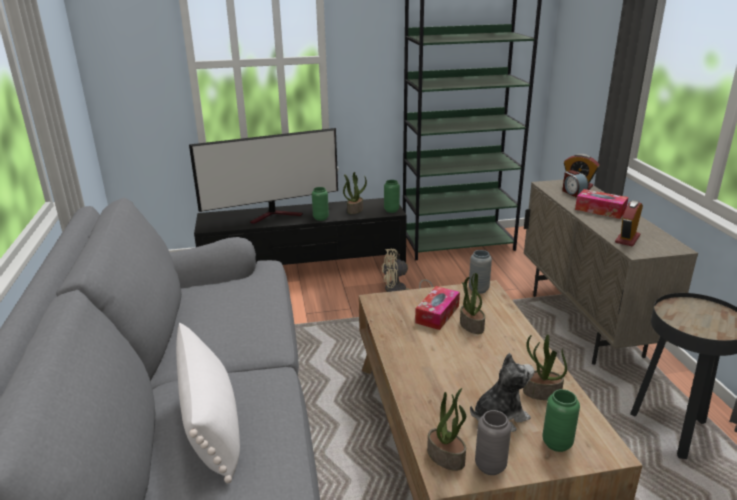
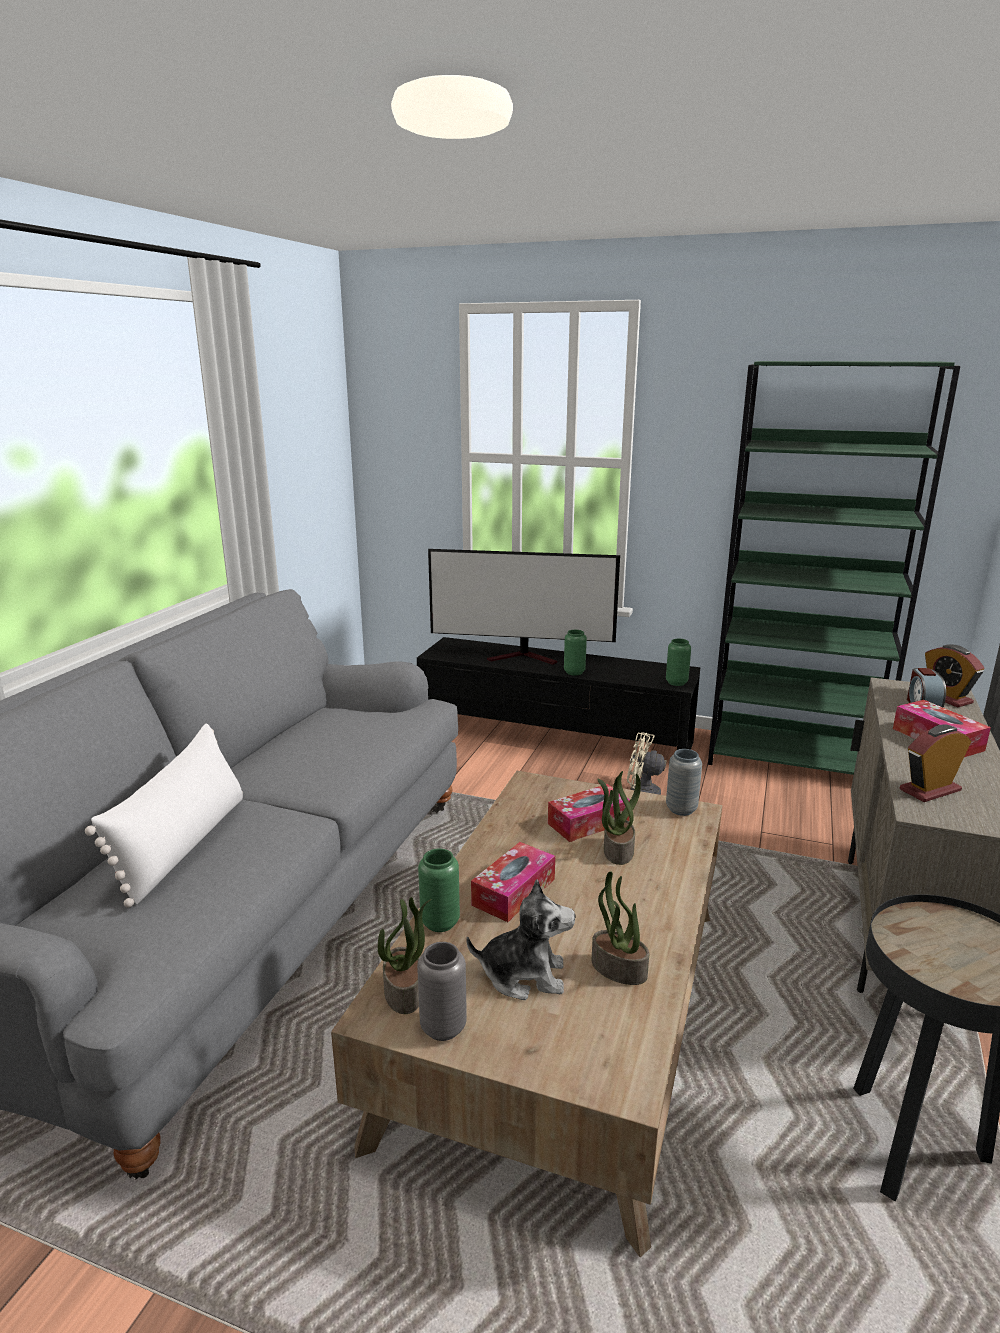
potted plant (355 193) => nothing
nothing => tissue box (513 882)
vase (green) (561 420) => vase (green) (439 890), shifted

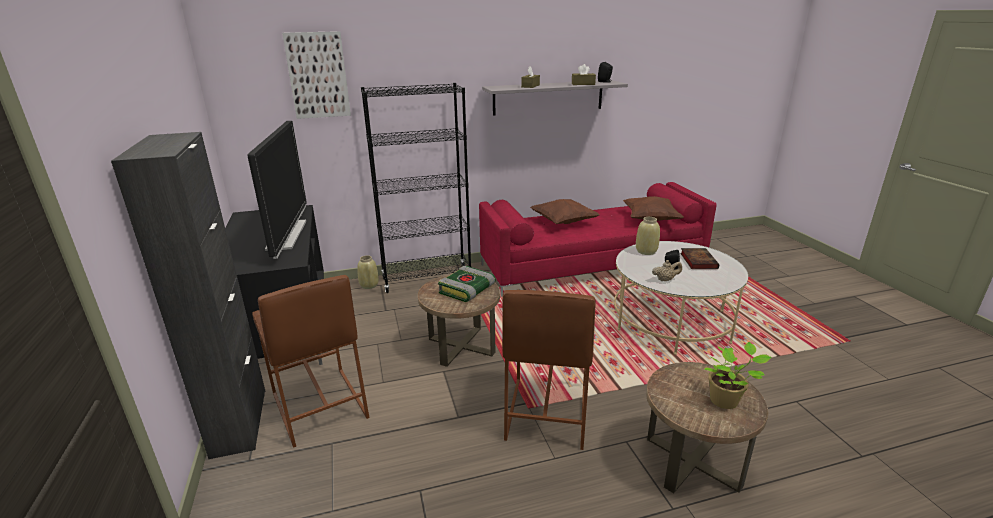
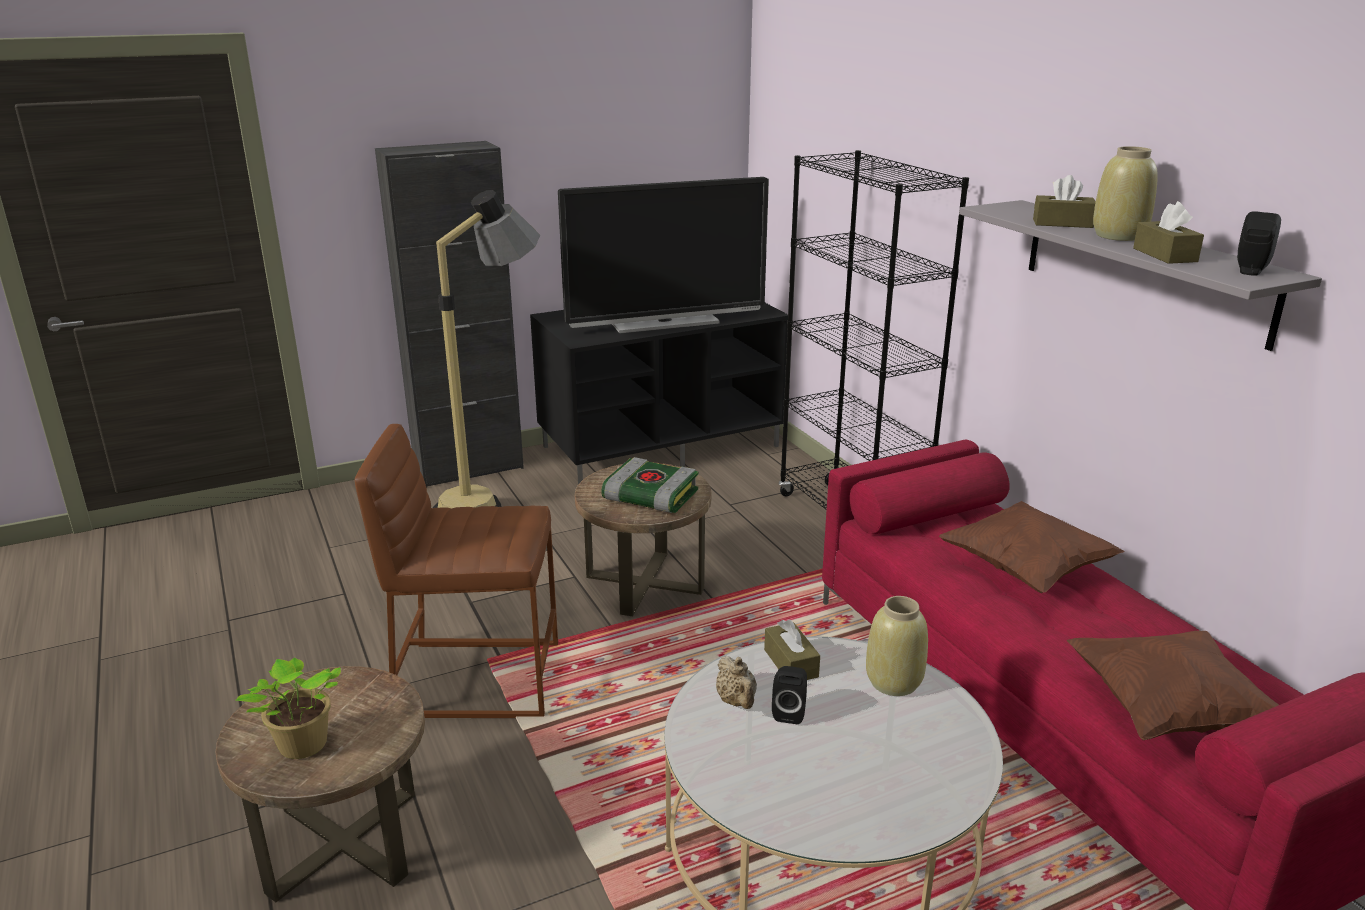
picture (316 75) => nothing
book (699 258) => nothing
nothing => tissue box (brown) (792 649)
vase (beige) (368 272) => vase (beige) (1125 193), shifted
stool (brown) (310 361) => floor lamp (486 349)

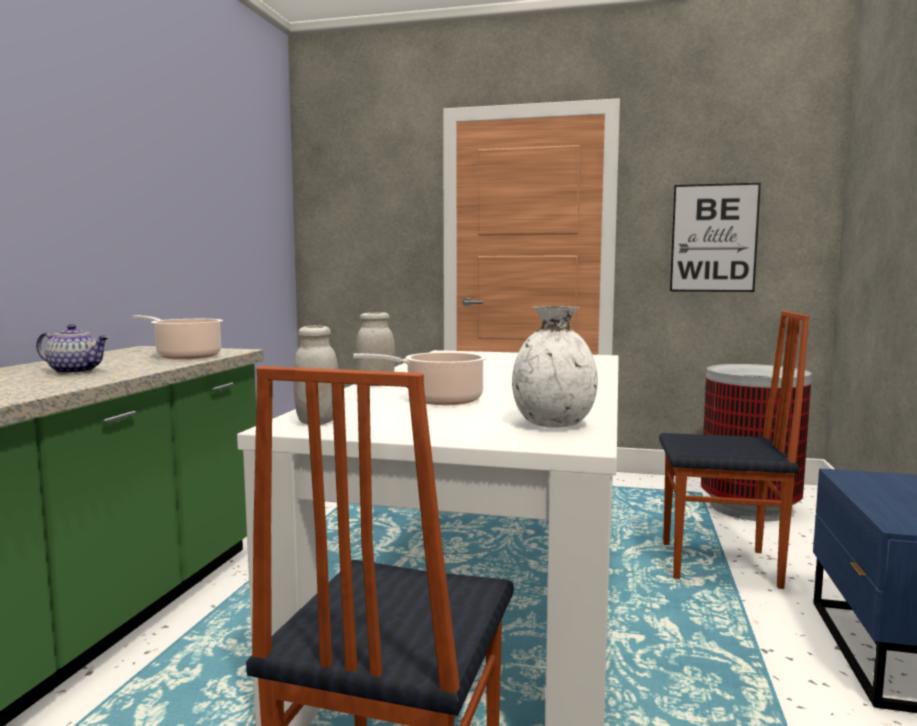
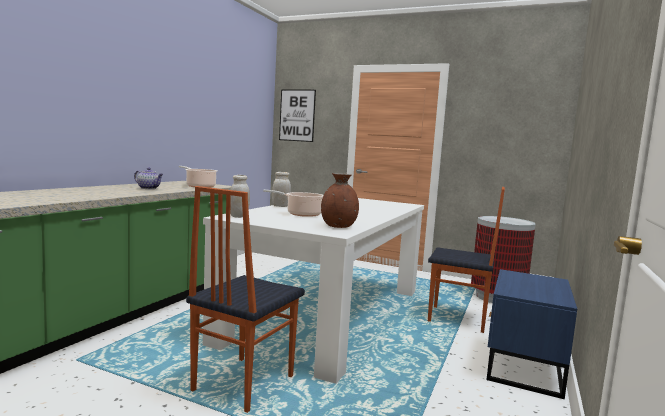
picture (715 237) => picture (297 115), shifted
vase (white) (555 367) => vase (brown) (340 200)

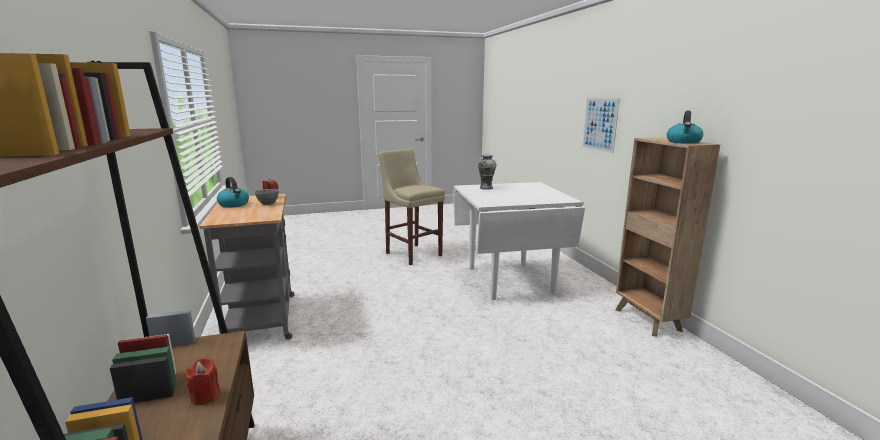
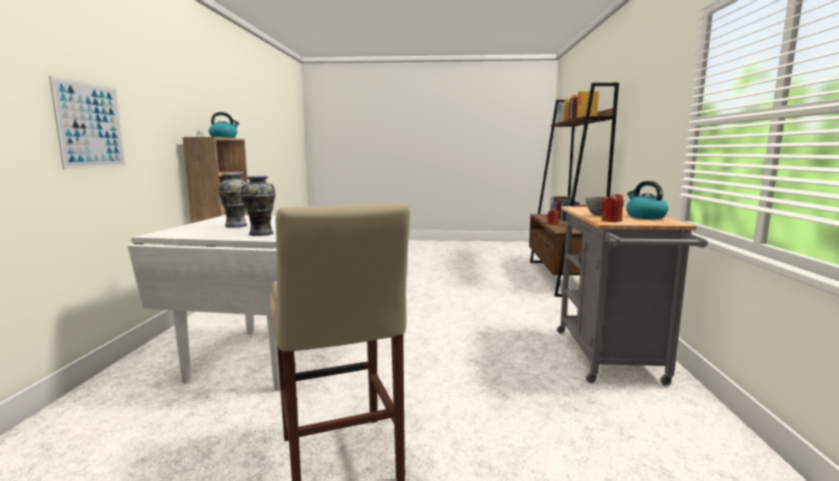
nothing => vase (232 200)

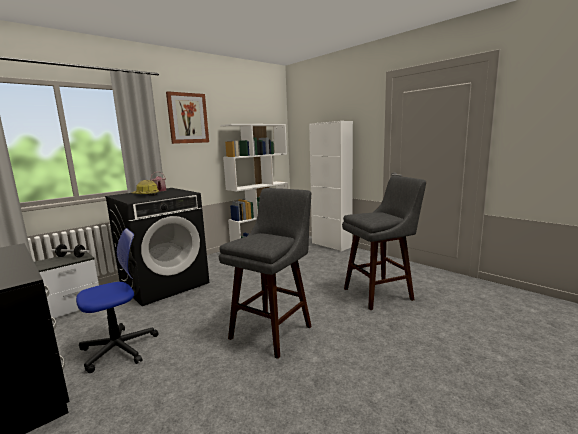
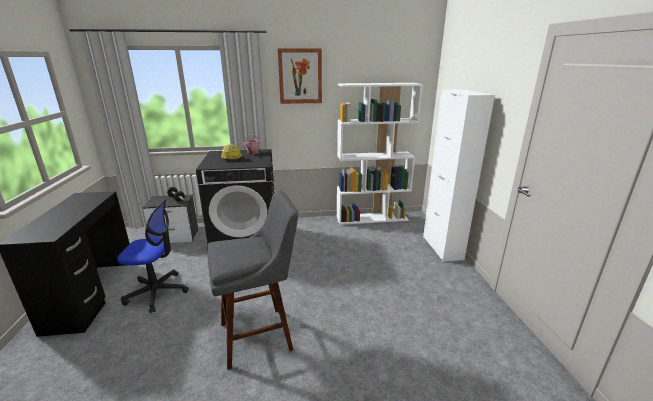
stool (grey) (384 243) => nothing

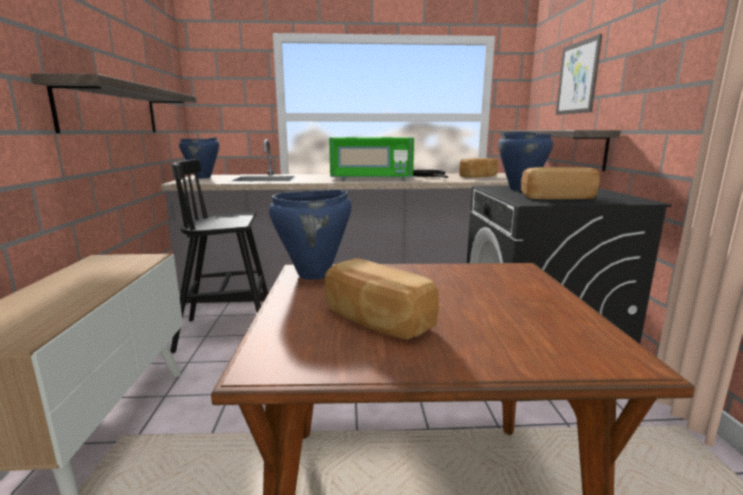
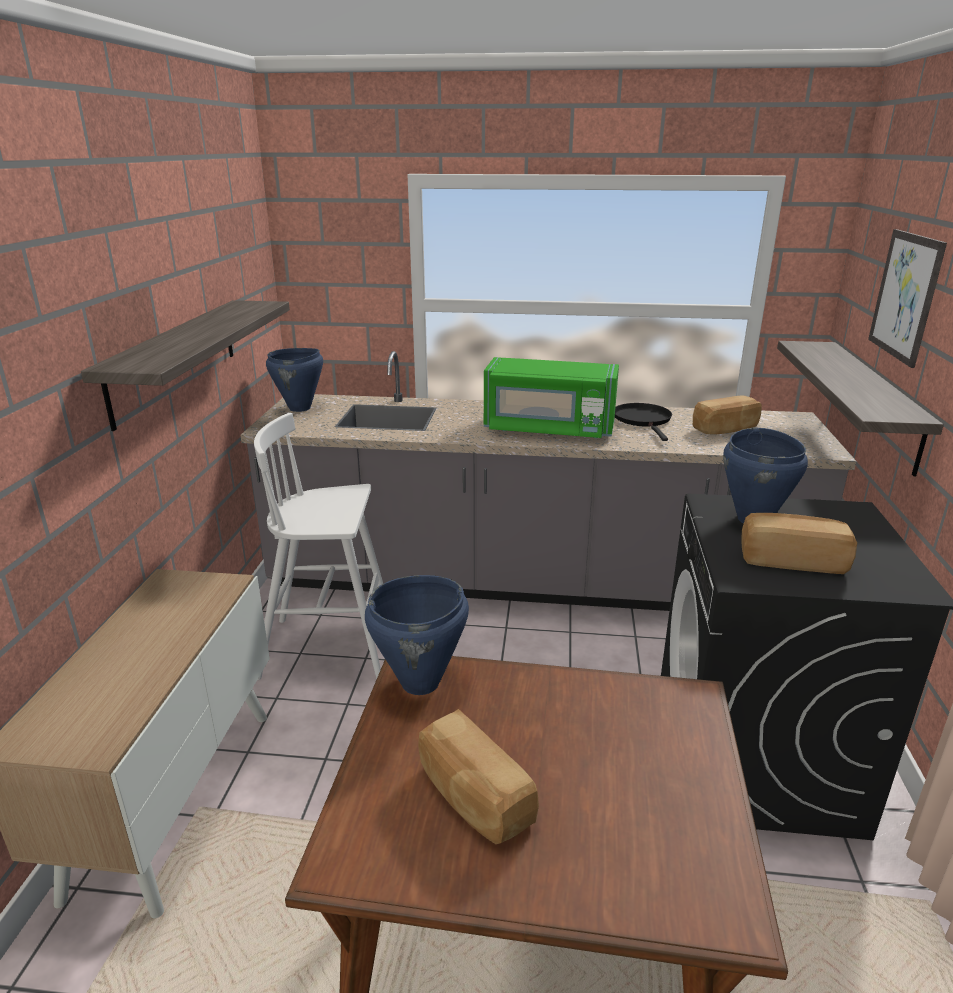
stool (black) (219 256) => stool (white) (318 546)

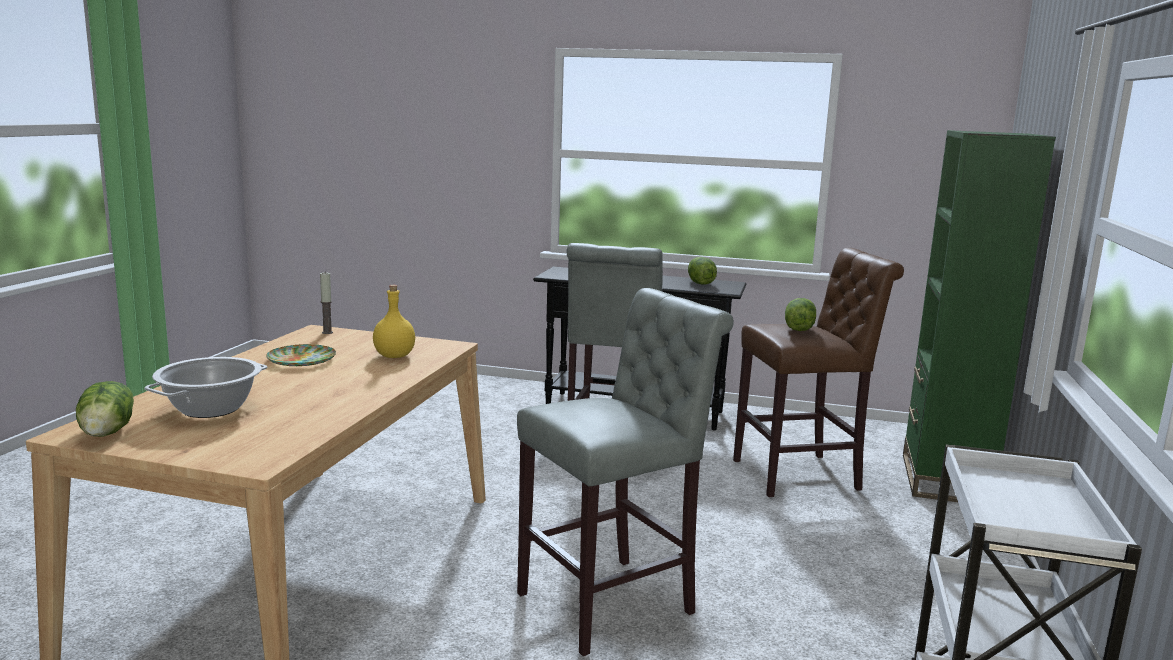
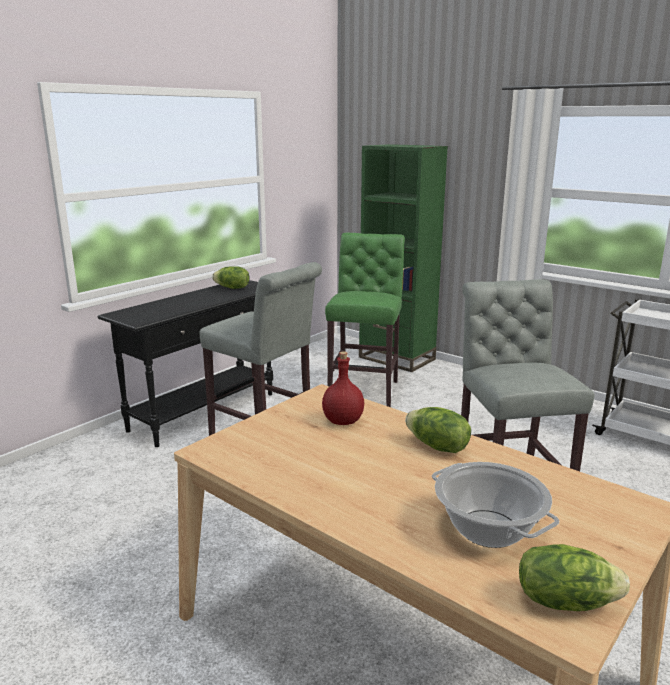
plate (301 355) => nothing
candle (326 303) => nothing
lettuce (800 314) => lettuce (438 430), shifted
bottle (yellow) (394 321) => bottle (red) (343 388)
stool (brown) (818 373) => stool (green) (365 320)

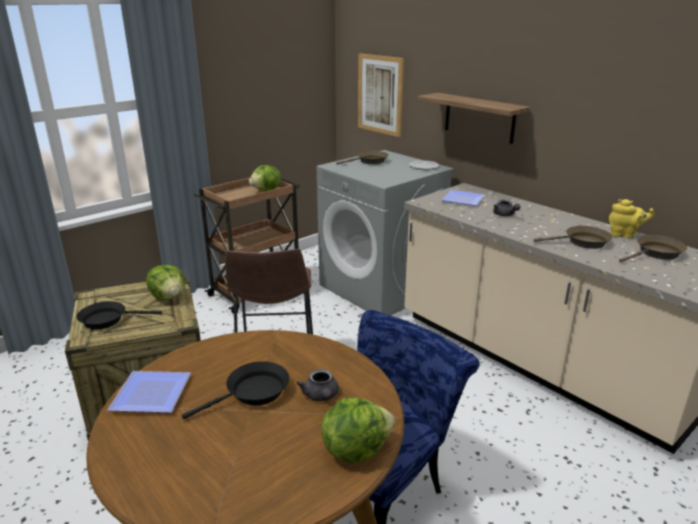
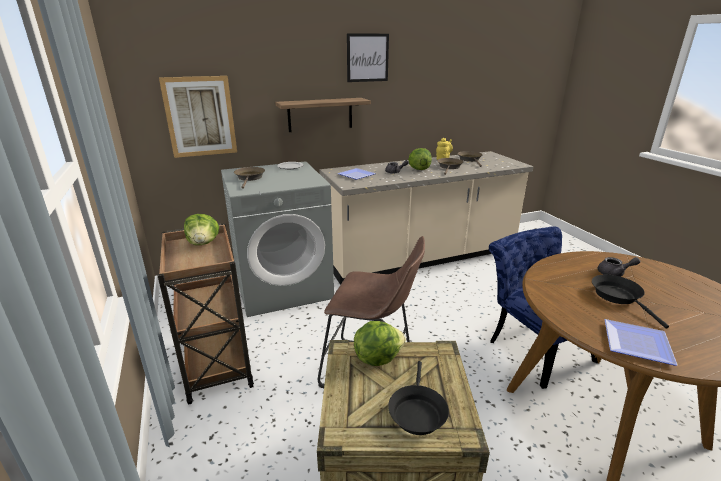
nothing => picture (368 57)
lettuce (358 430) => lettuce (420 159), shifted

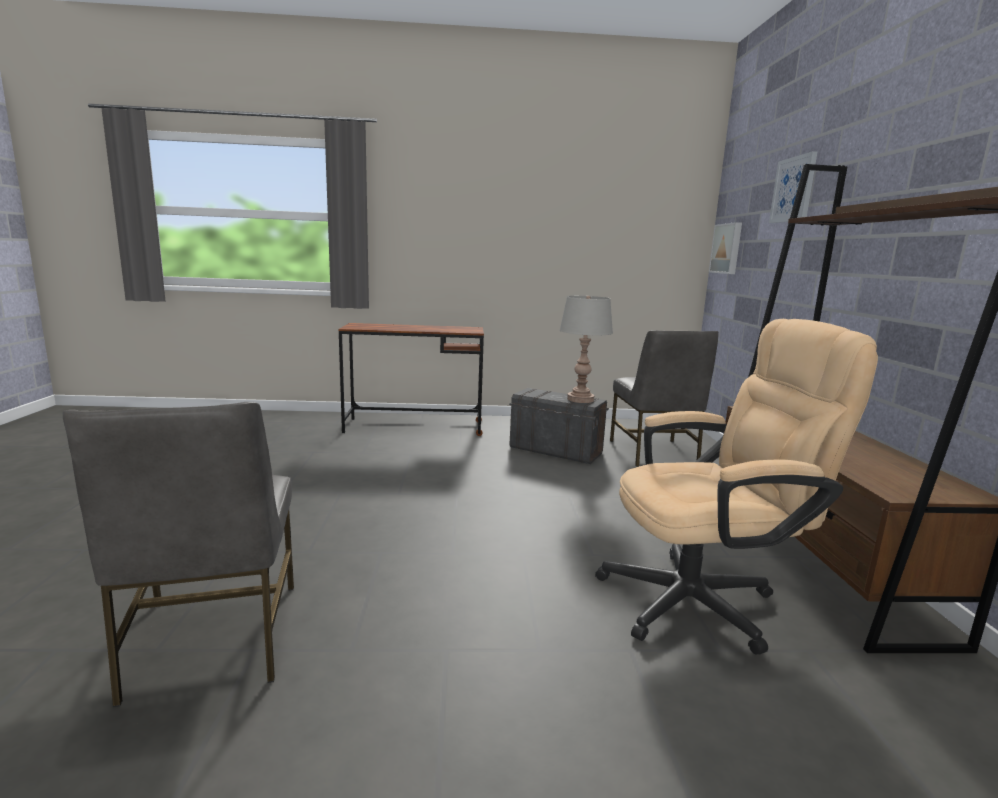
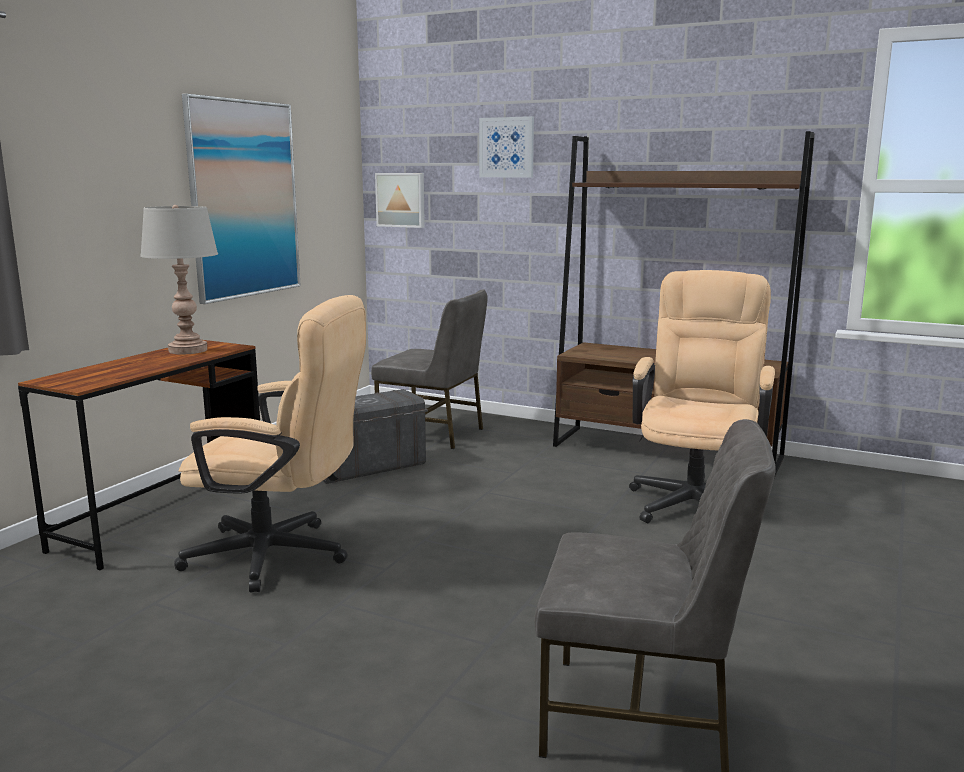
nothing => office chair (beige) (270 444)
nothing => picture (241 199)
table lamp (grey) (586 349) => table lamp (grey) (179 280), shifted

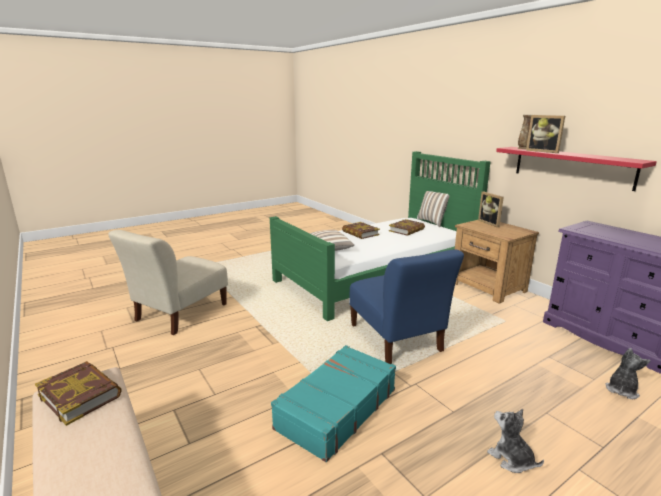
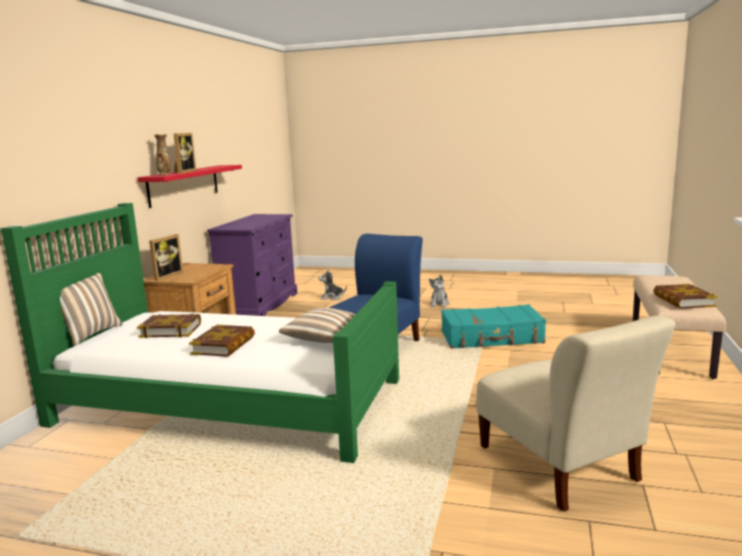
chair (beige) (168 282) => chair (beige) (576 414), 75 degrees clockwise

